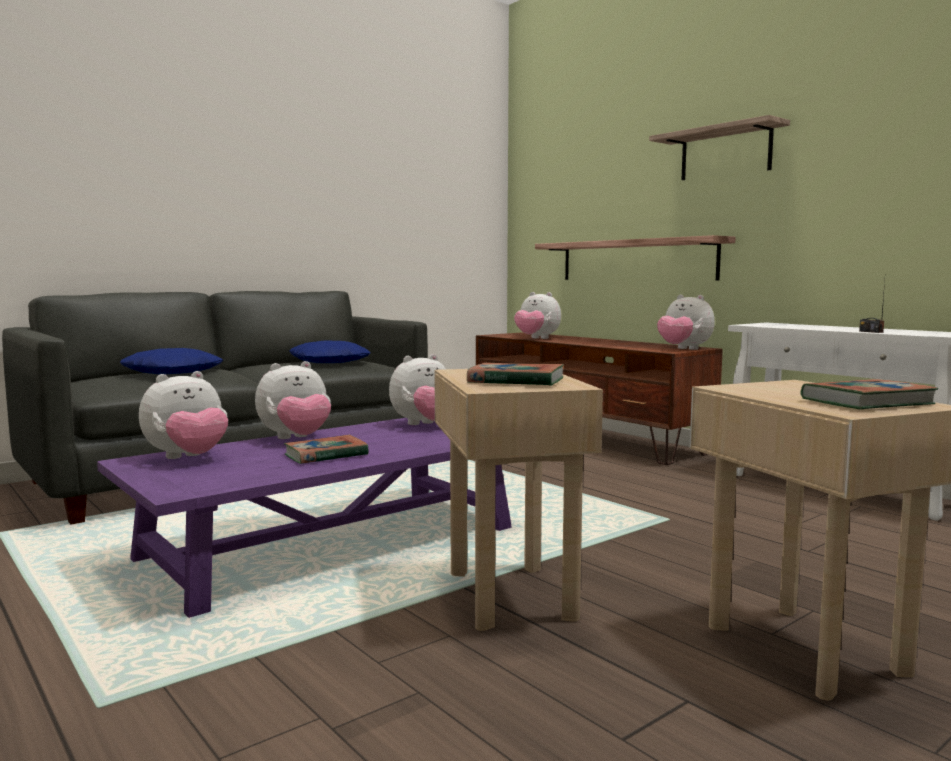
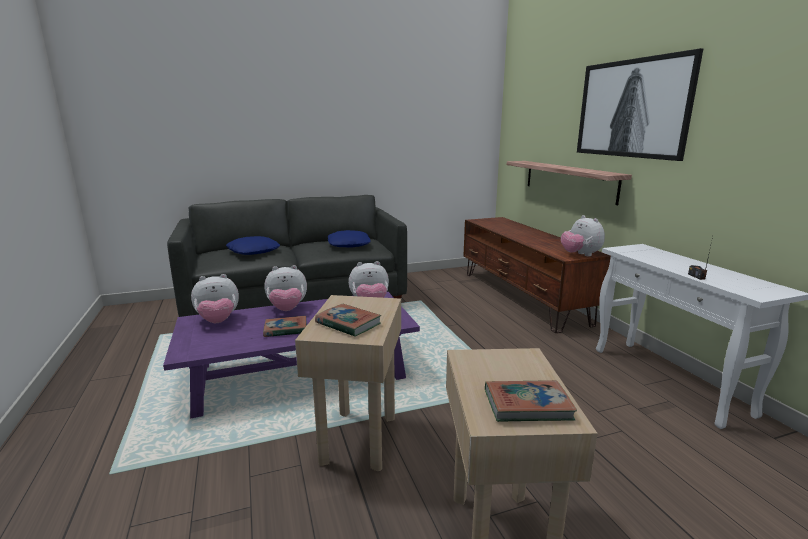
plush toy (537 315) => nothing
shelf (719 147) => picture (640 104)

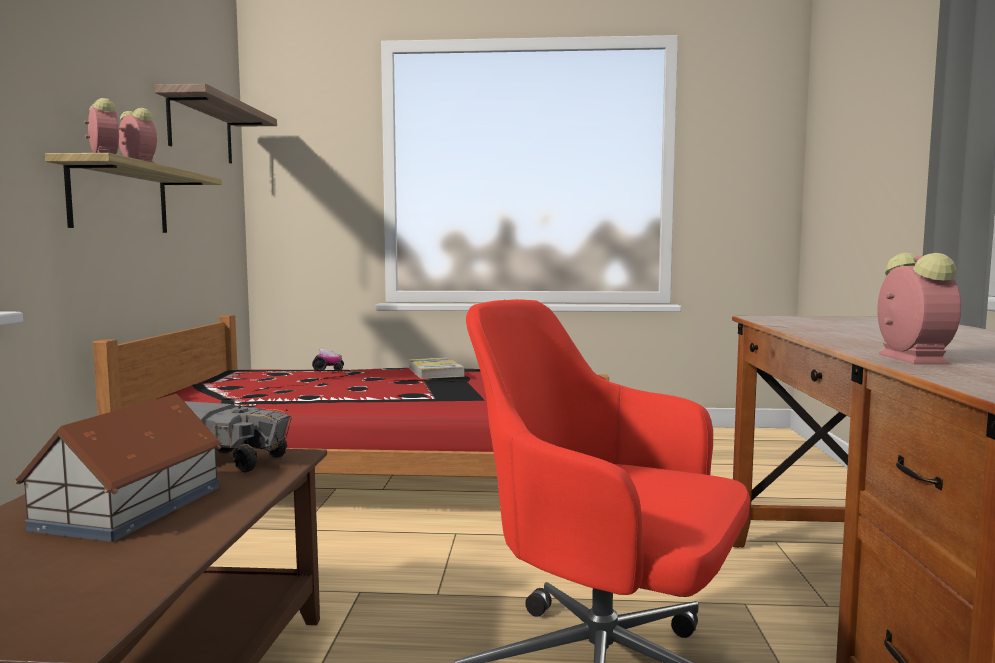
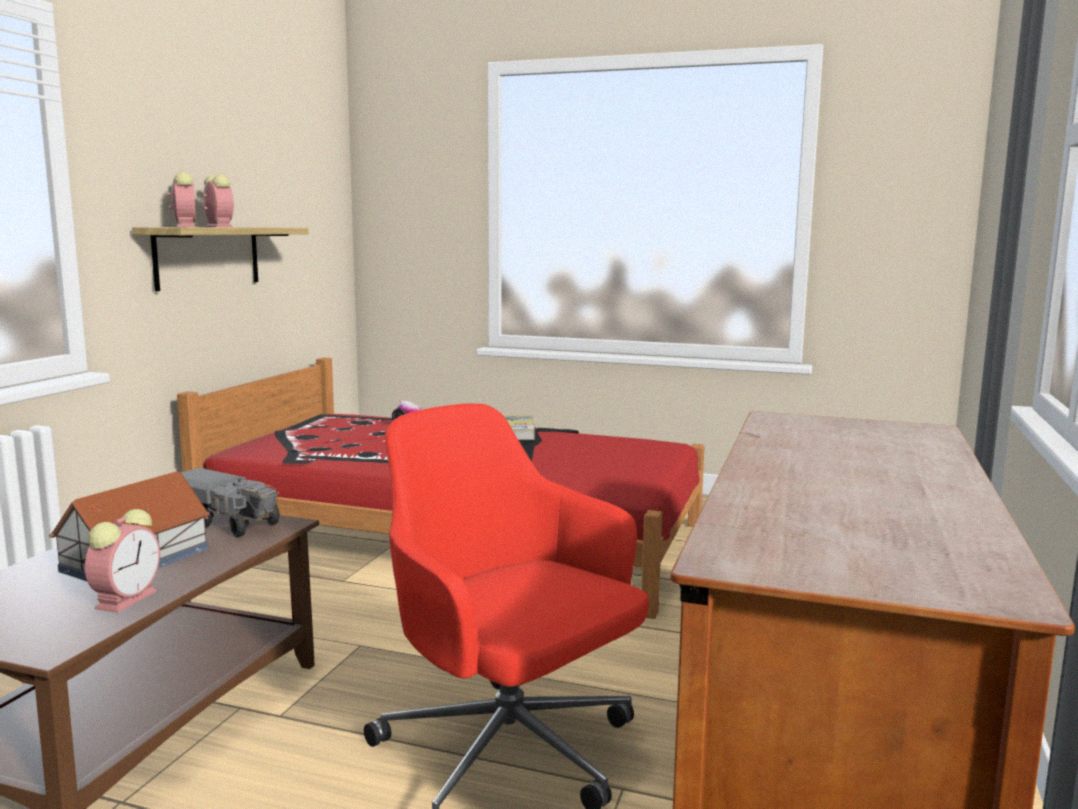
shelf (215 124) => nothing
alarm clock (919 309) => alarm clock (122 561), shifted

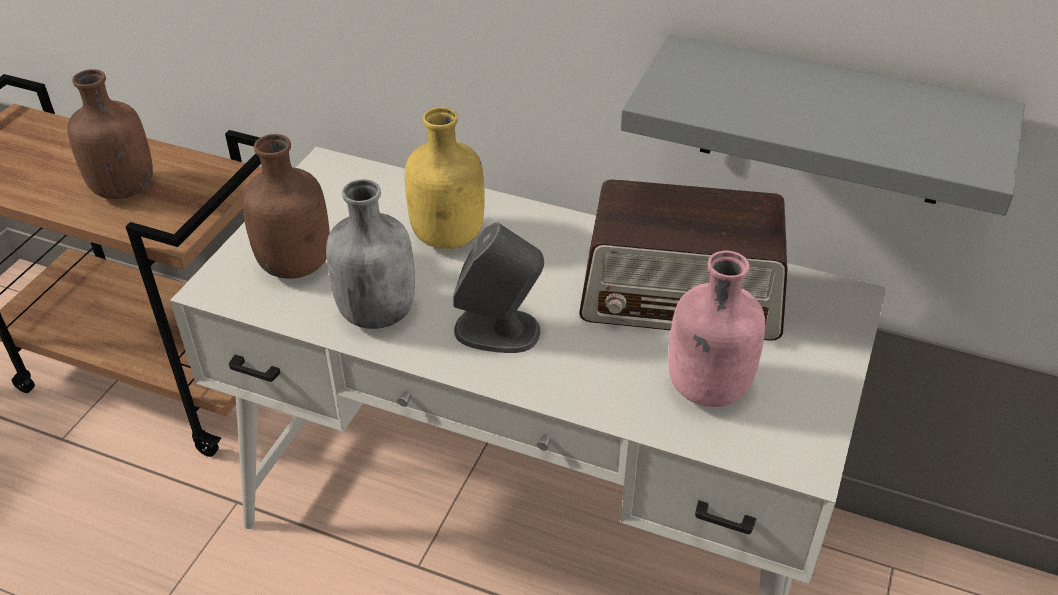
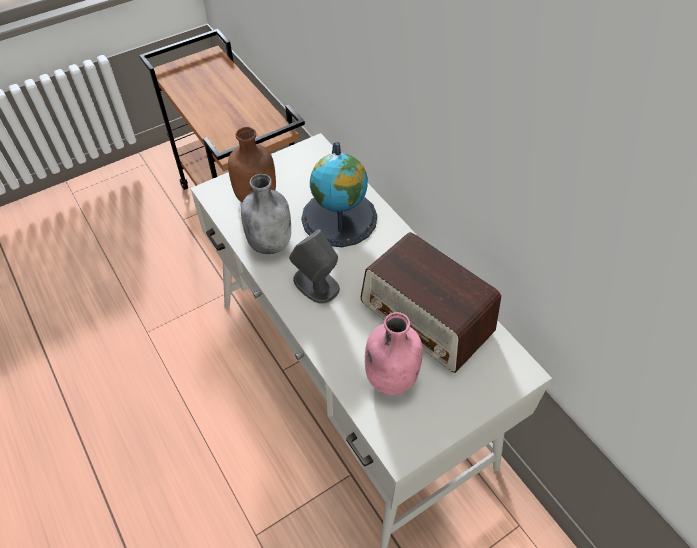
bottle (brown) (110 134) => nothing
shelf (grey) (823 125) => nothing
bottle (yellow) (445 178) => globe (339 194)

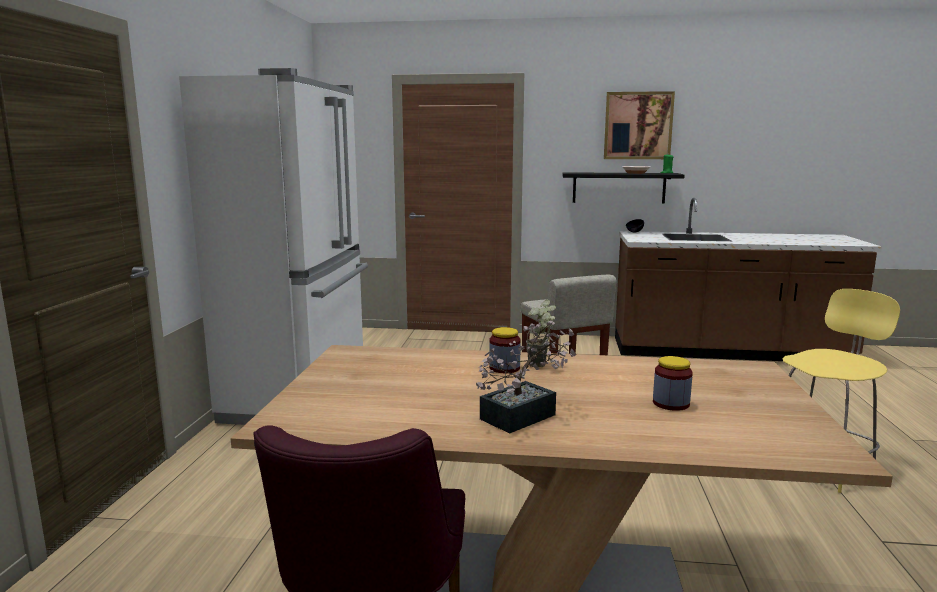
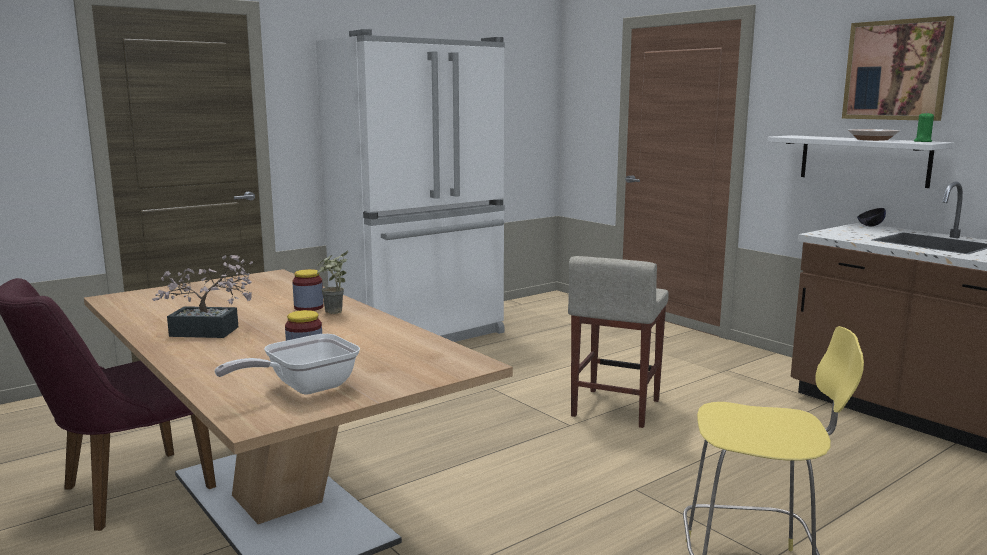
nothing => frying pan (287 364)
shelf (black) (623 188) => shelf (white) (860 161)

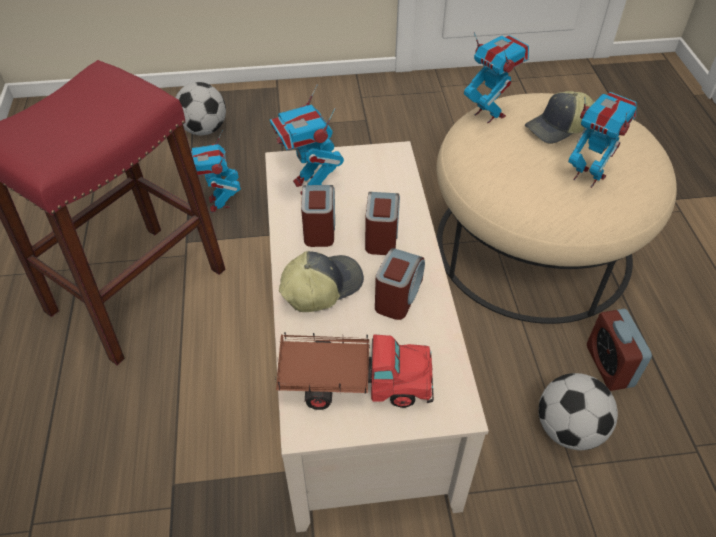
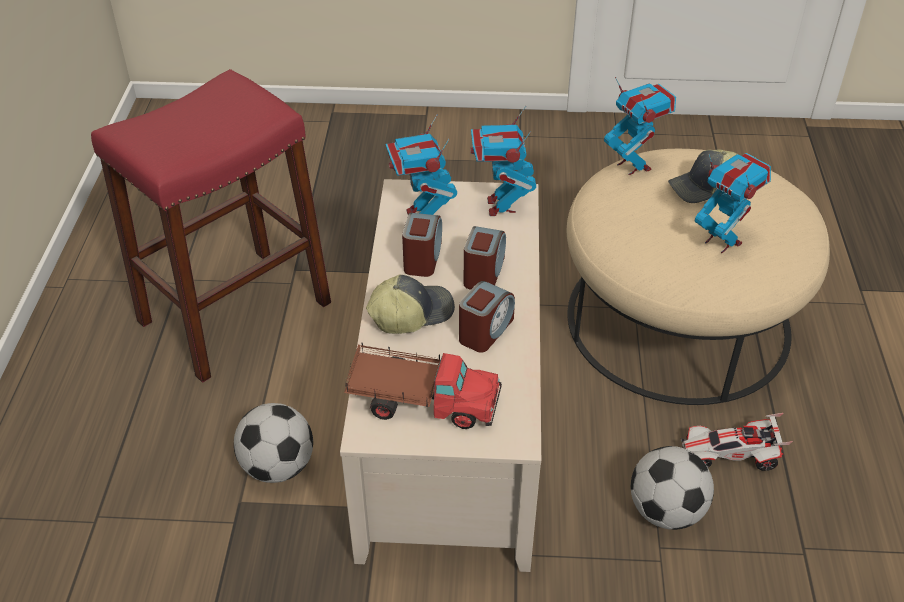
football (200 108) => football (273 443), shifted
toy robot (216 171) => toy robot (503 161), shifted
alarm clock (619 350) => toy car (737 442)

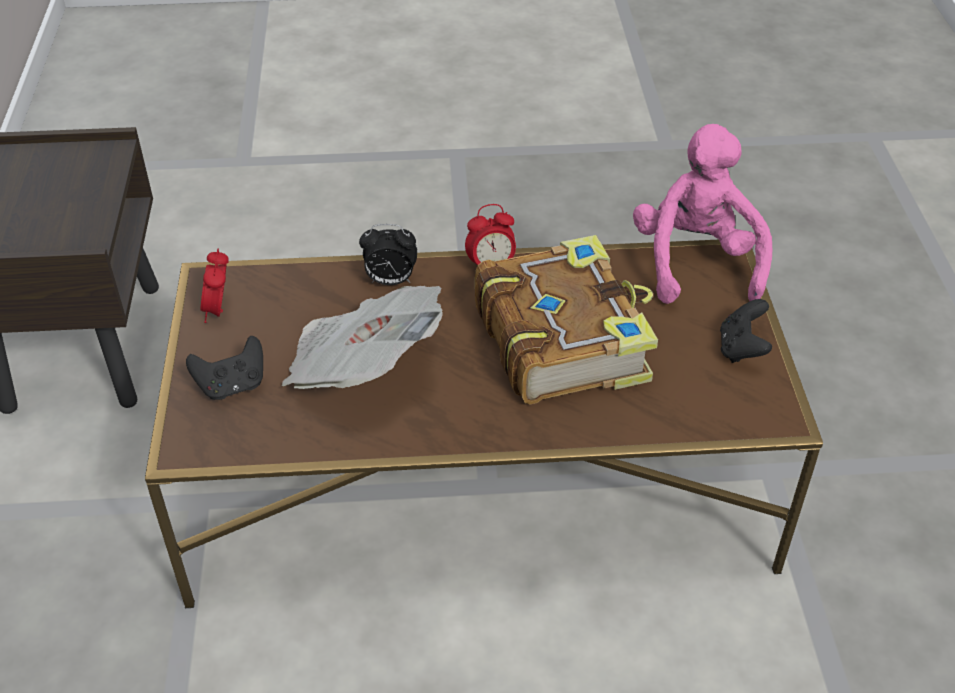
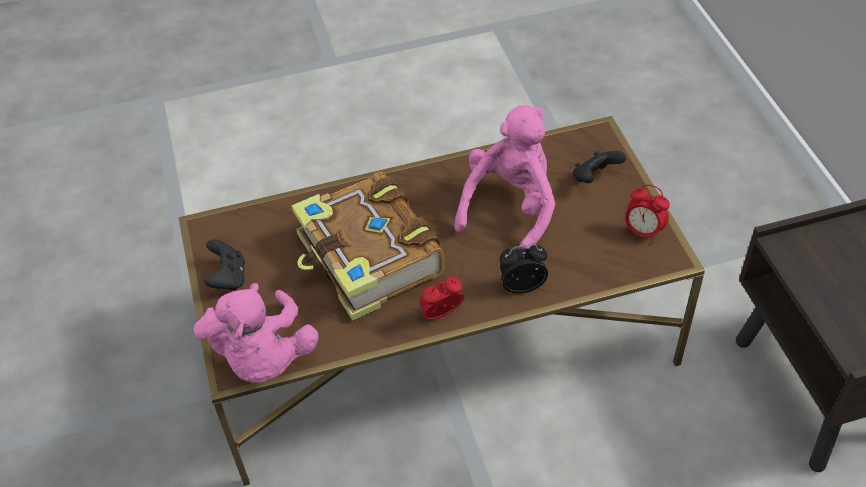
newspaper (362 337) => plush toy (pink) (504 177)
alarm clock (214 285) => alarm clock (647 213), 135 degrees clockwise

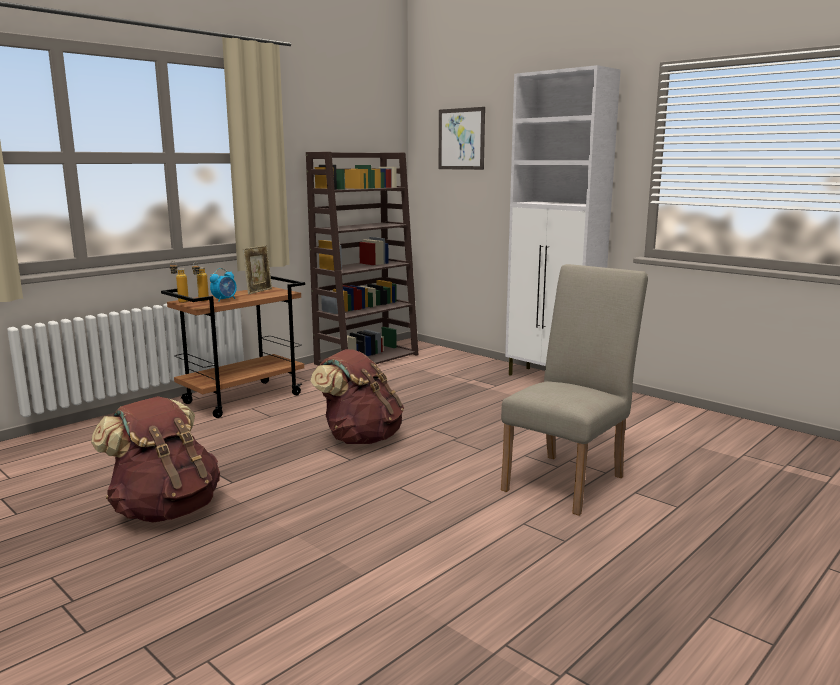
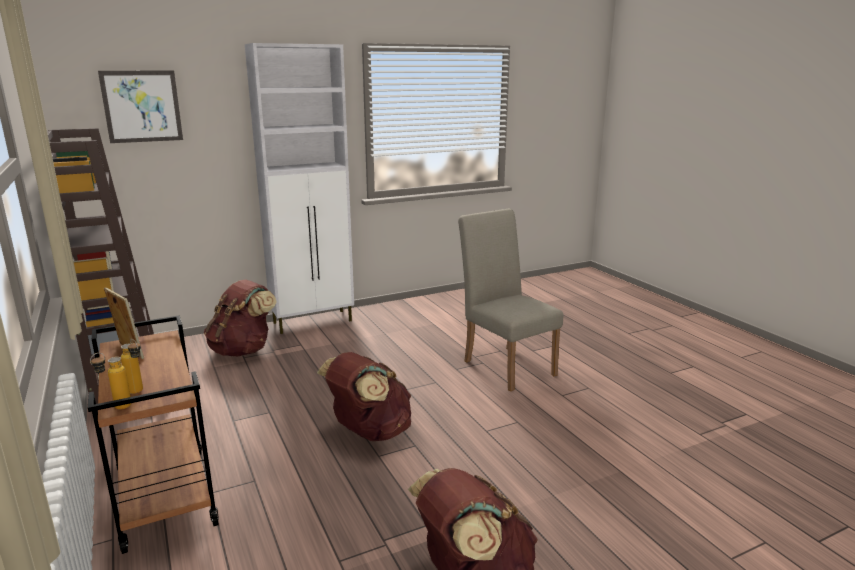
alarm clock (223 285) => nothing
nothing => backpack (brown) (240 318)

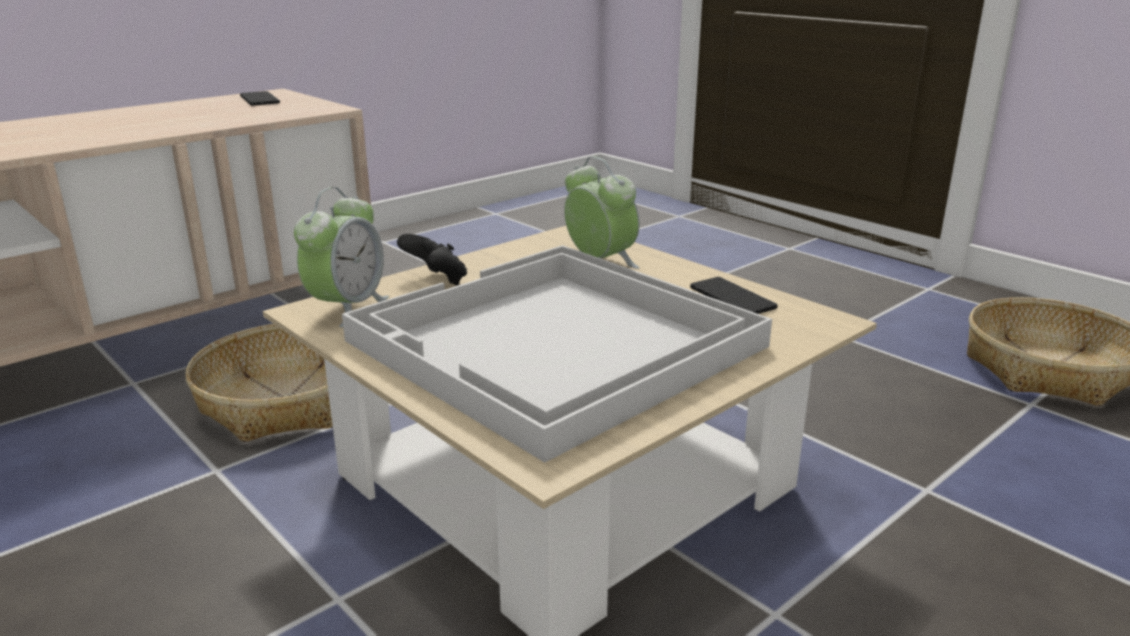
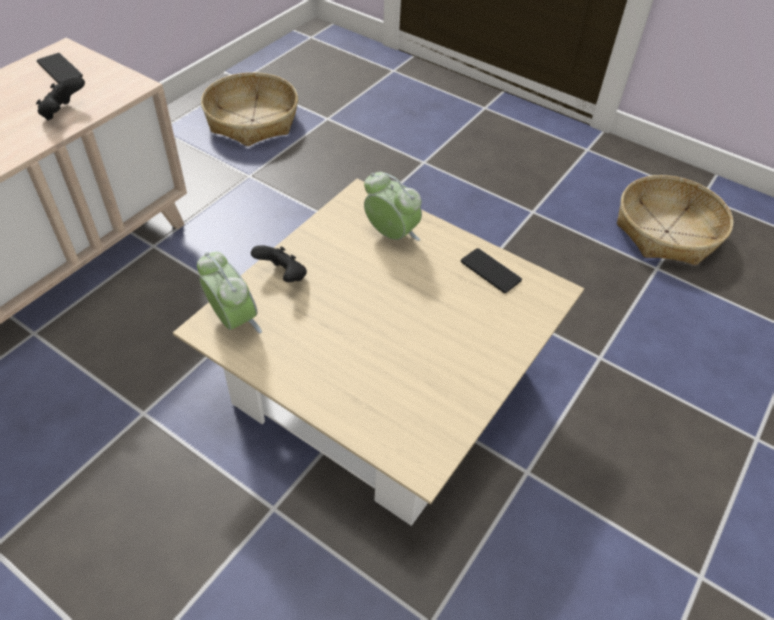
tray (white) (557 354) => nothing
nothing => game controller (black) (60 98)
basket (259 383) => basket (249 109), shifted
alarm clock (341 257) => alarm clock (229 292), 45 degrees counterclockwise

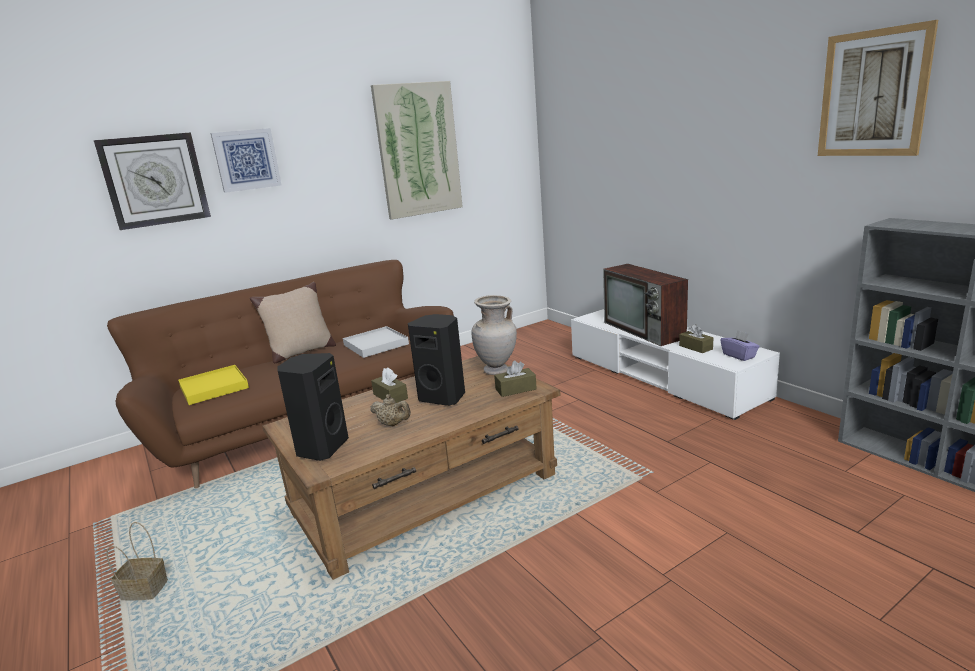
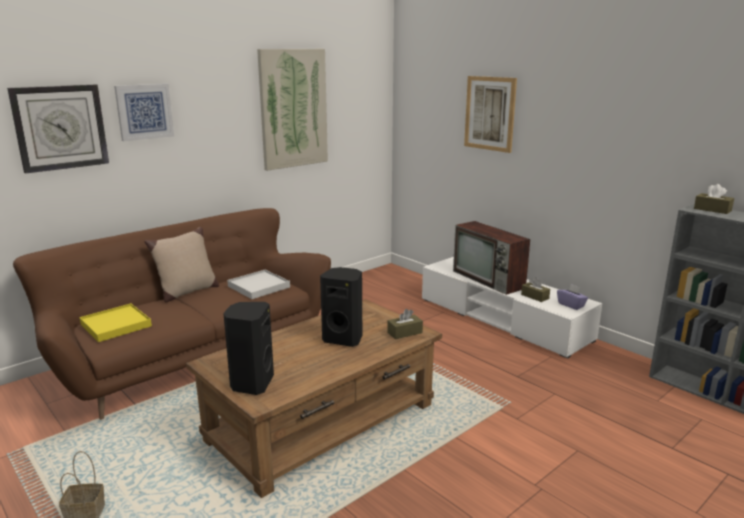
teapot (beige) (391 410) => nothing
vase (beige) (494 335) => nothing
tissue box (brown) (389 385) => tissue box (brown) (714 199), shifted
picture (878 88) => picture (490 114), shifted

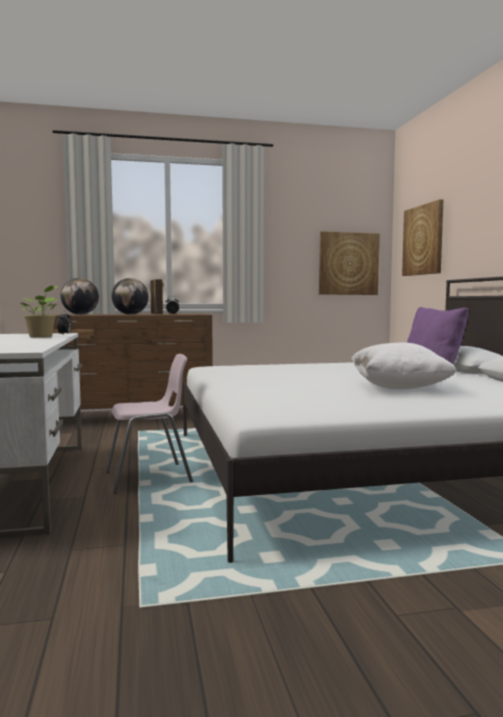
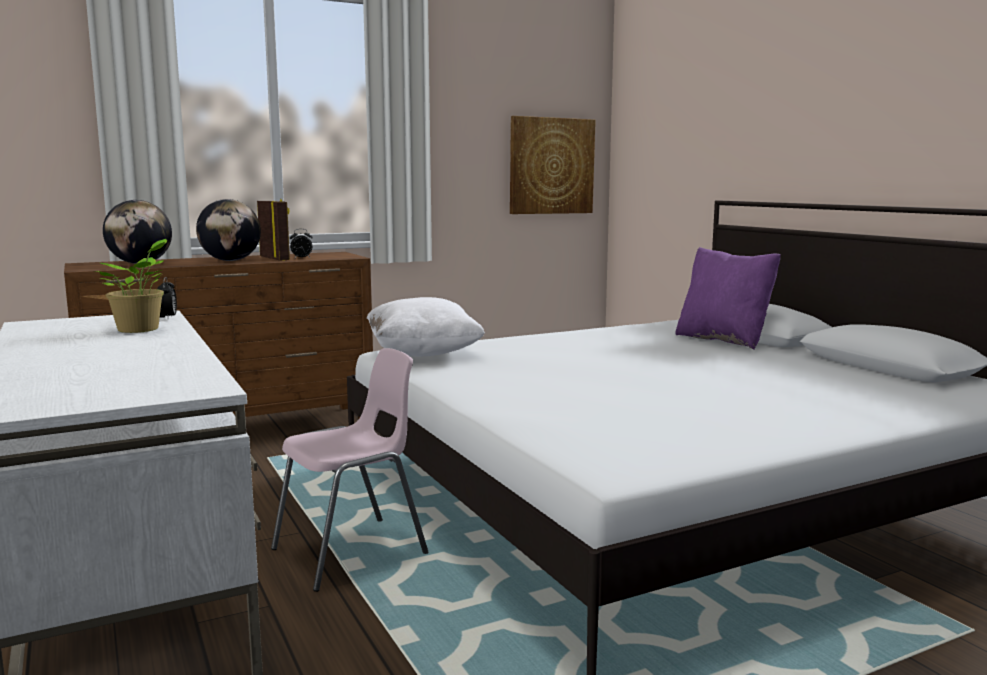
picture (422 237) => nothing
pillow (white) (403 366) => pillow (white) (426 327), shifted

